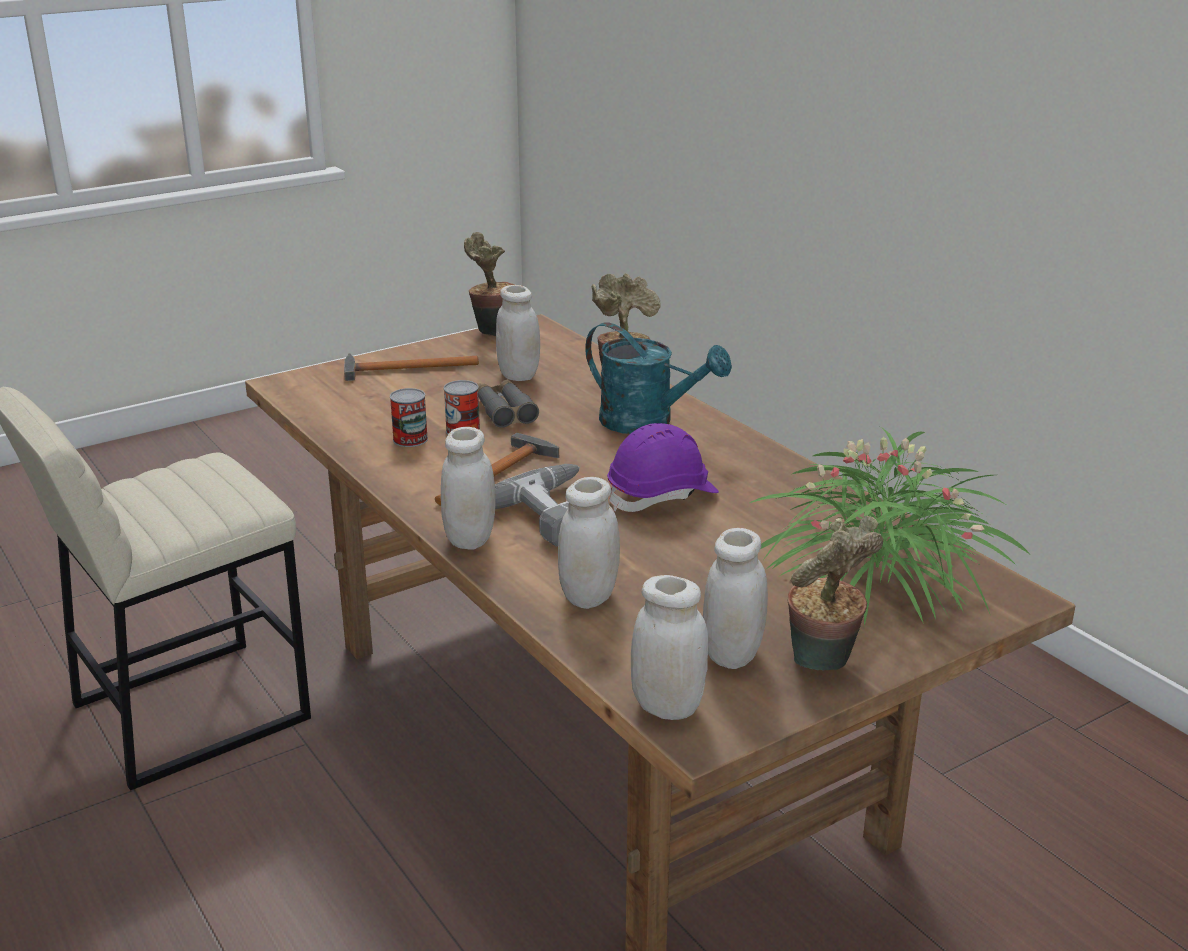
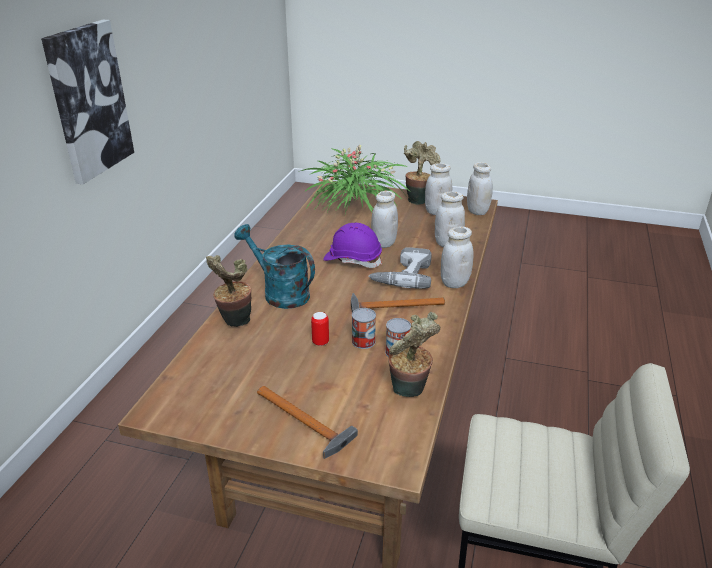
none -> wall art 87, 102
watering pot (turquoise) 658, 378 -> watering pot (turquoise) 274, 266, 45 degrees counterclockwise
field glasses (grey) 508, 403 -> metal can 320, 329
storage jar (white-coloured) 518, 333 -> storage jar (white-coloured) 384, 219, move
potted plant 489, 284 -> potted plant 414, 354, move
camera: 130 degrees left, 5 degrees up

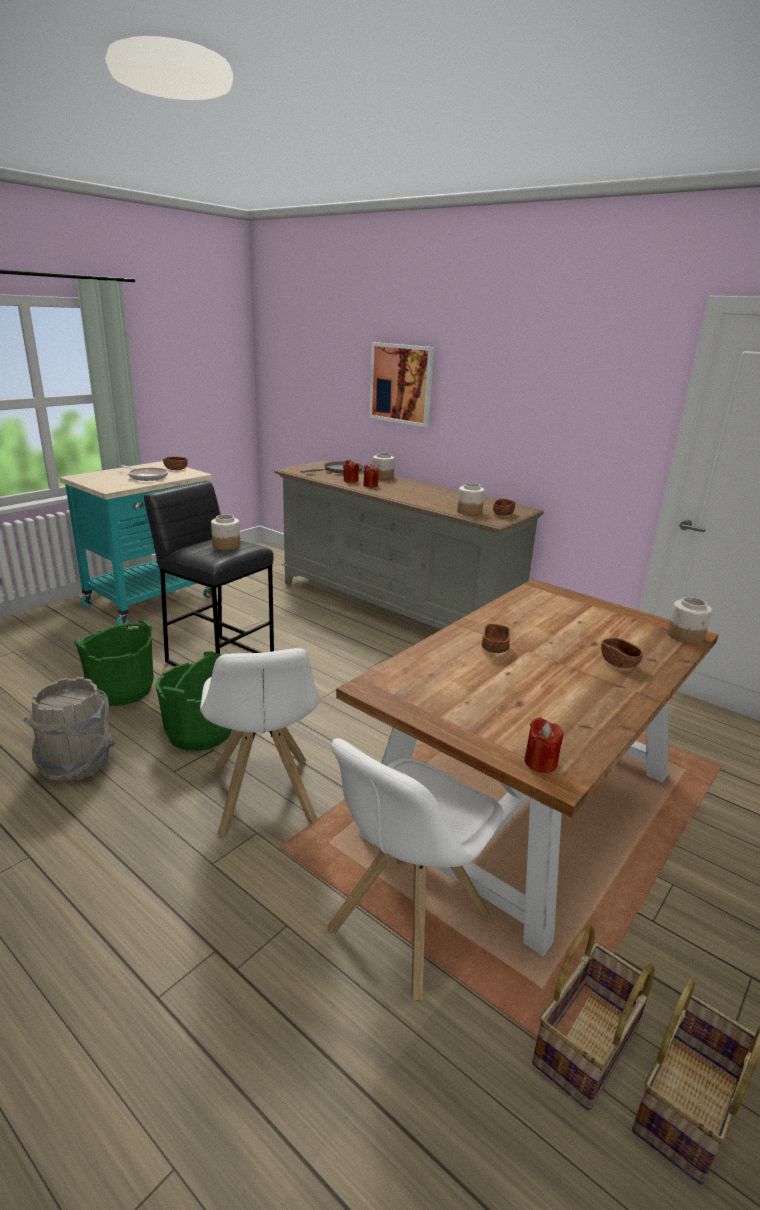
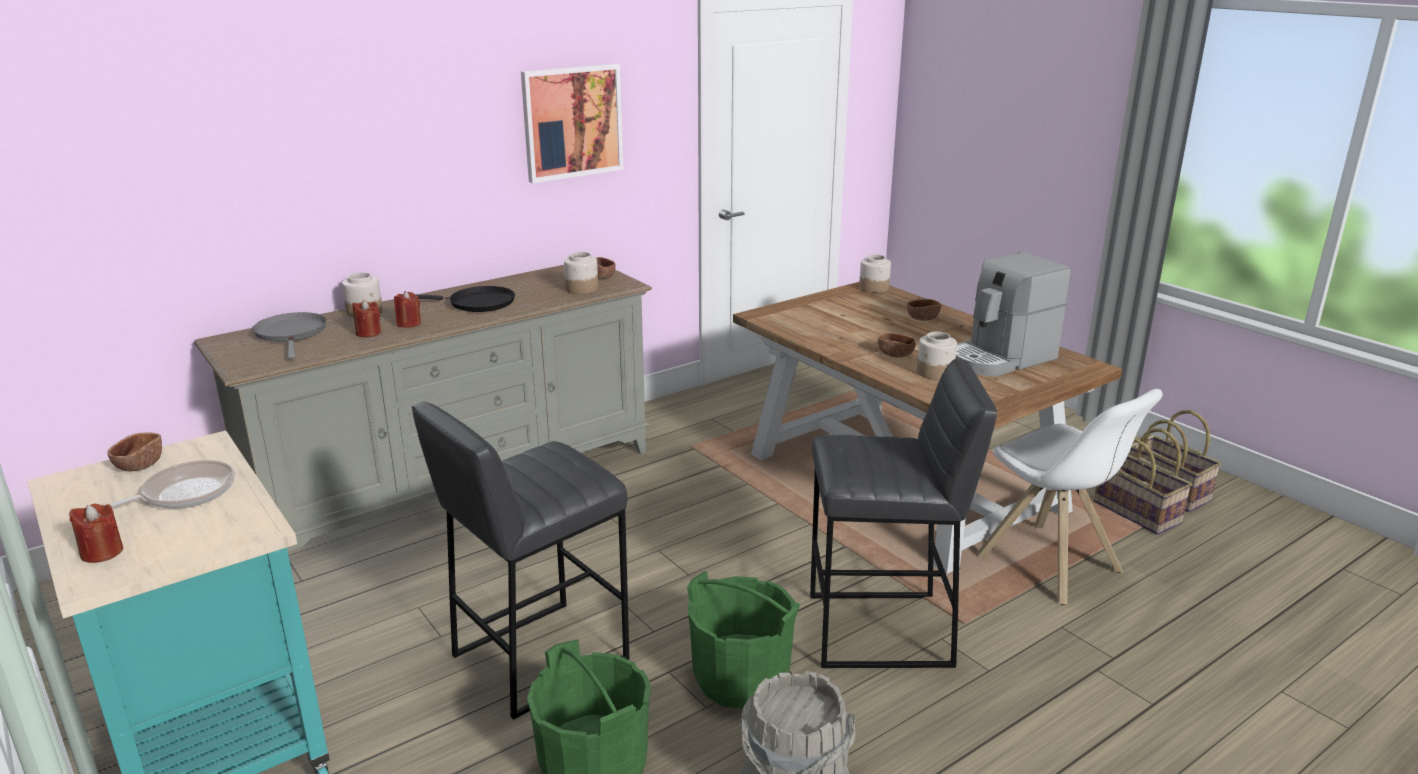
candle (red-coloured) 544, 745 -> candle (red-coloured) 96, 533, move
none -> skillet (blackish) 465, 299
wall art 401, 384 -> wall art 572, 123, move
upright chair (white-coloured) 260, 742 -> stool (grey) 903, 513
storage jar 225, 532 -> storage jar 937, 355, move
none -> coffee brewer 1013, 314
camera: 75 degrees left, 0 degrees up

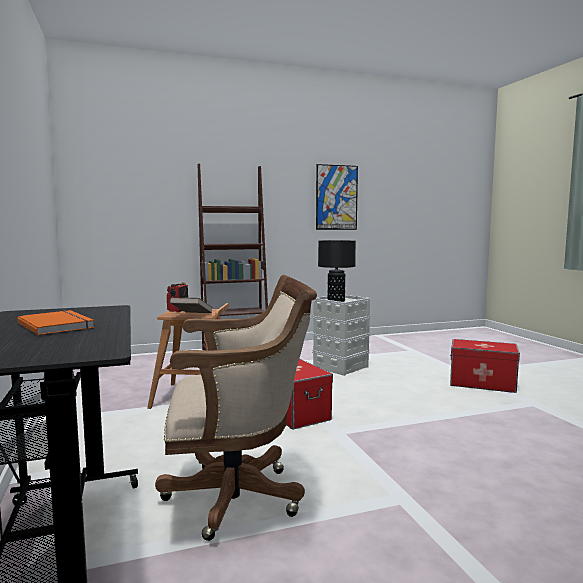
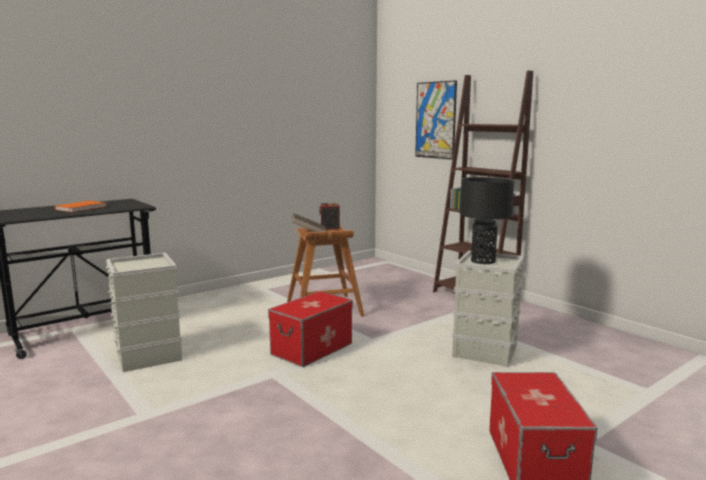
desk chair 236, 408 -> storage box (grey) 144, 312
wall art 337, 197 -> wall art 436, 120, move
camera: 70 degrees right, 5 degrees up

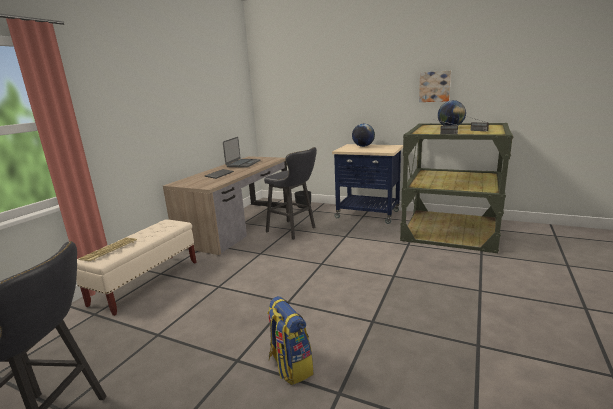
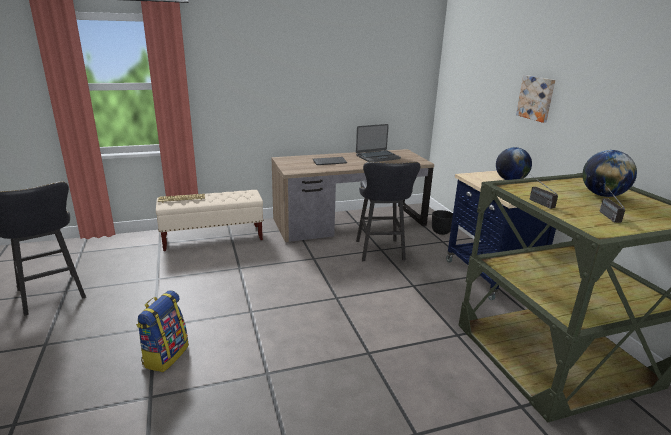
wall art 435, 86 -> wall art 535, 99, move
camera: 45 degrees right, 5 degrees up

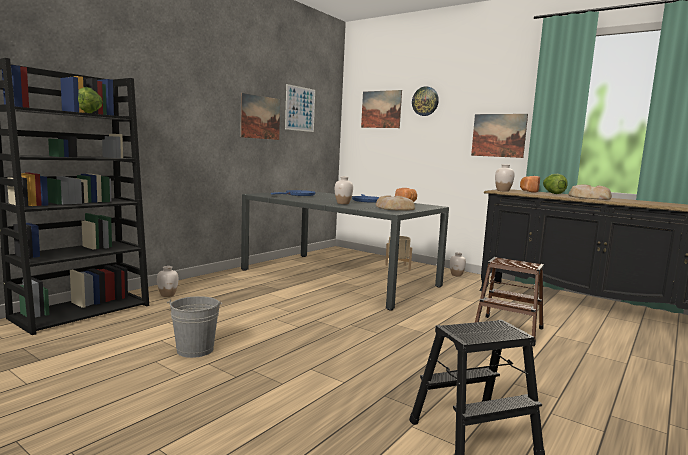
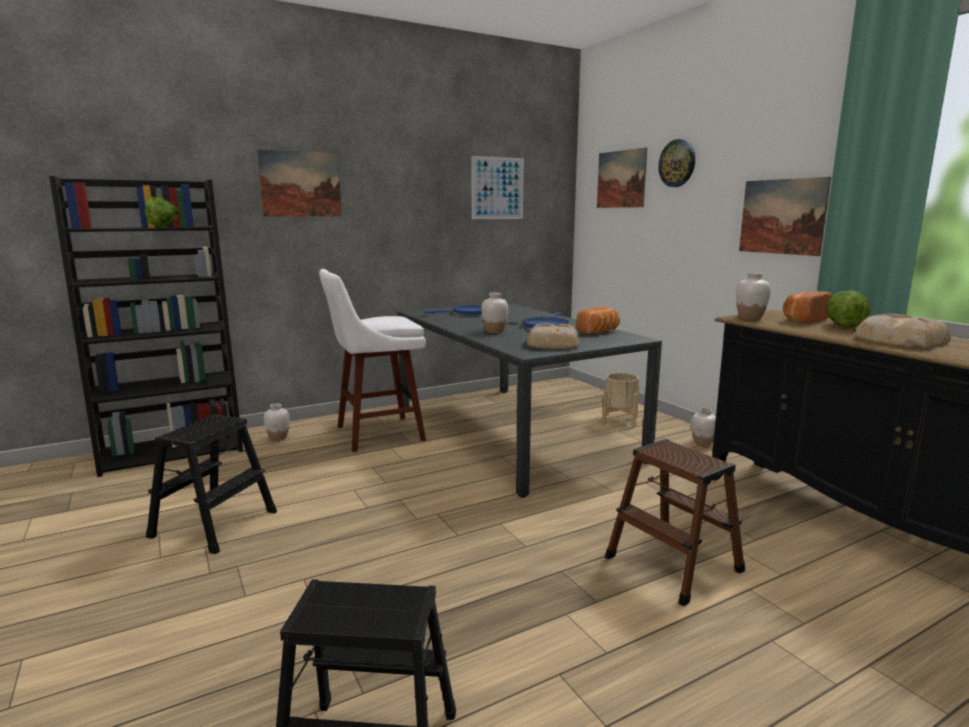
bucket (grey) 194, 327 -> step ladder (blackish) 211, 484
wall art 260, 116 -> wall art 299, 183, move
none -> stool (white-coloured) 372, 360
camera: 25 degrees right, 5 degrees up

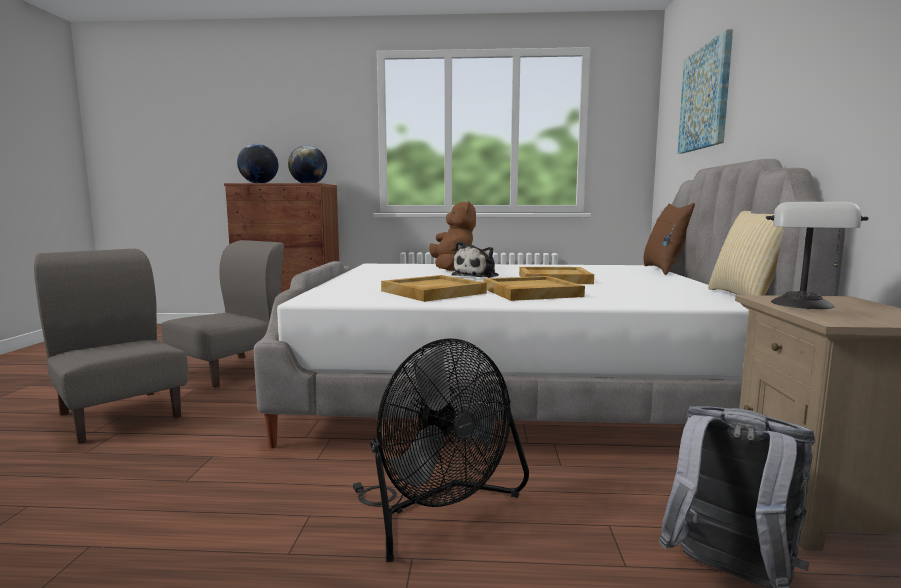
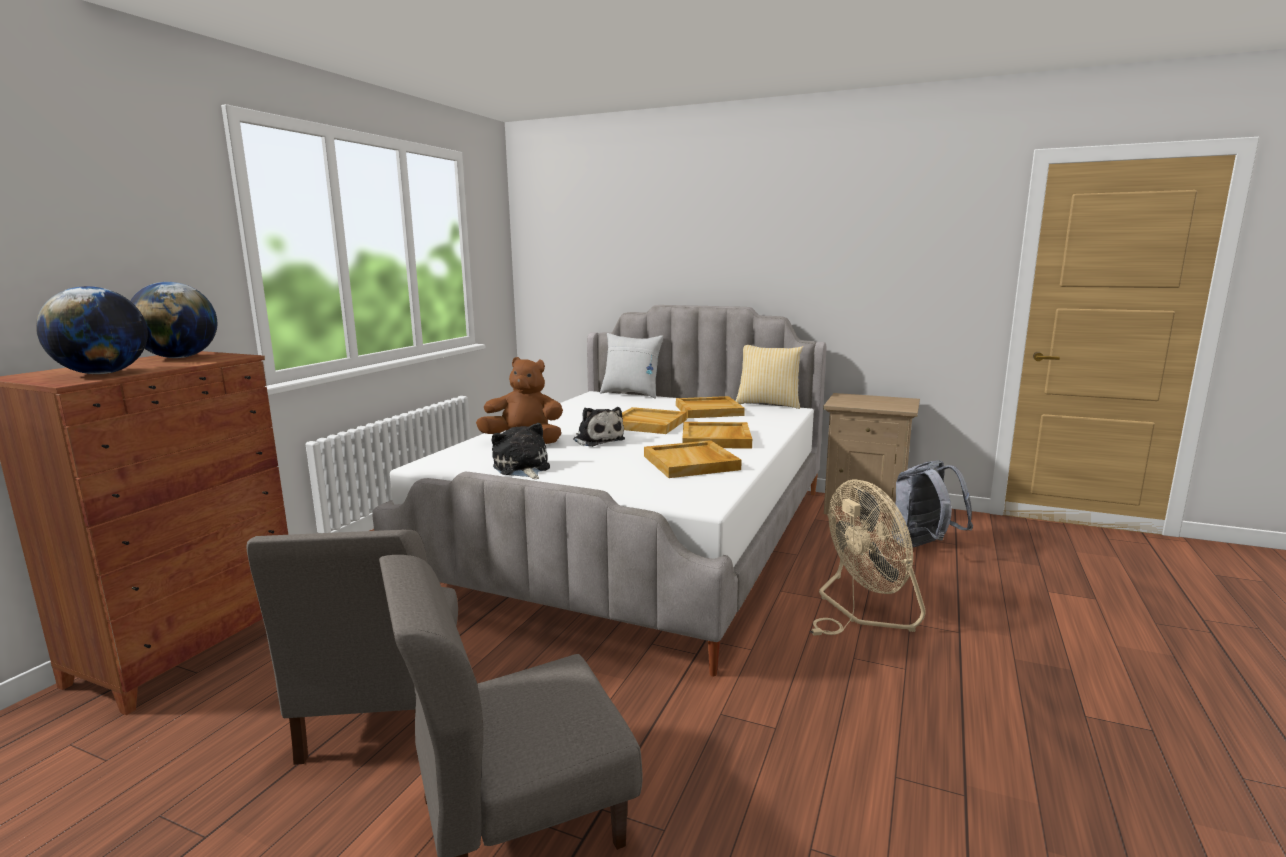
upright chair (grey) 223, 313 -> upright chair (grey) 352, 647, 150 degrees counterclockwise
none -> cuddly toy 521, 451
pillow (brown-coloured) 669, 239 -> pillow (grey) 631, 366
none -> carrying tray (beige-coloured) 710, 407
fan (blackish) 441, 450 -> fan (beige-coloured) 868, 557
wall art 705, 91 -> none
lamp for a table 817, 255 -> none
camera: 70 degrees left, 5 degrees up

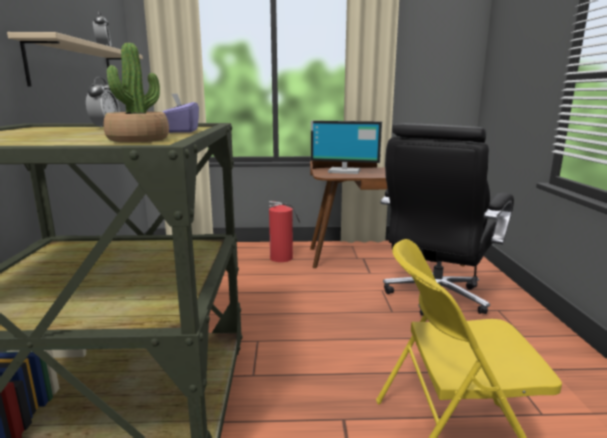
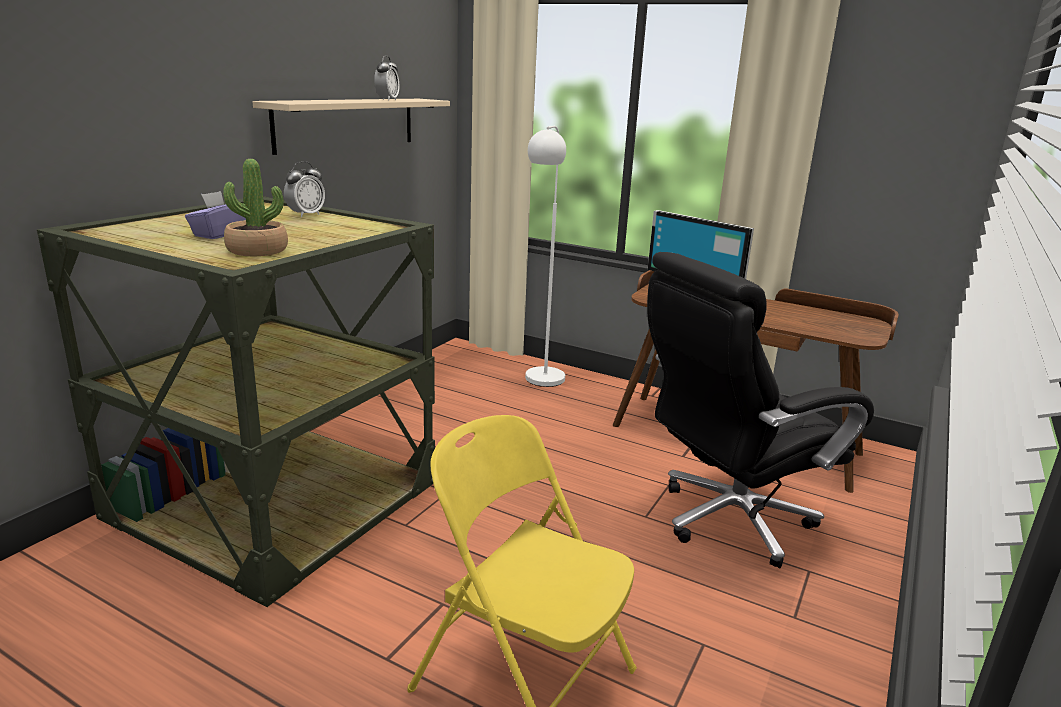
tissue holder (purplish) 181, 113 -> tissue holder (purplish) 215, 215, move
none -> standing lamp (white-coloured) 545, 256
extinguisher 284, 231 -> none
camera: 30 degrees right, 5 degrees up

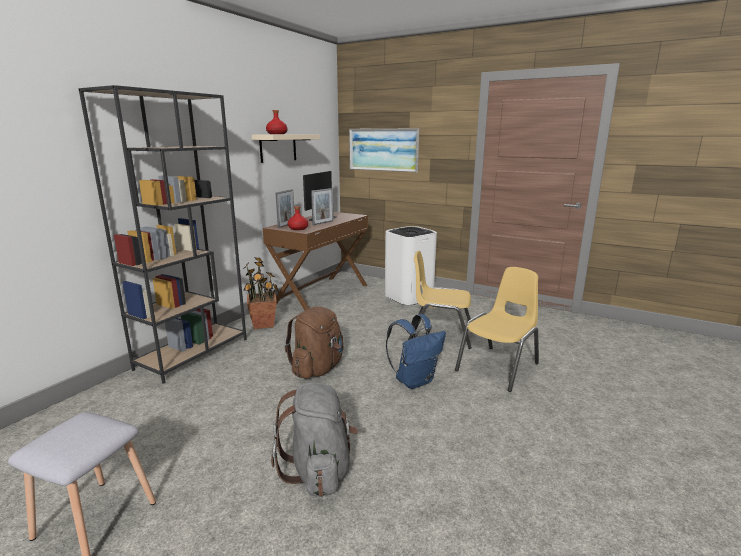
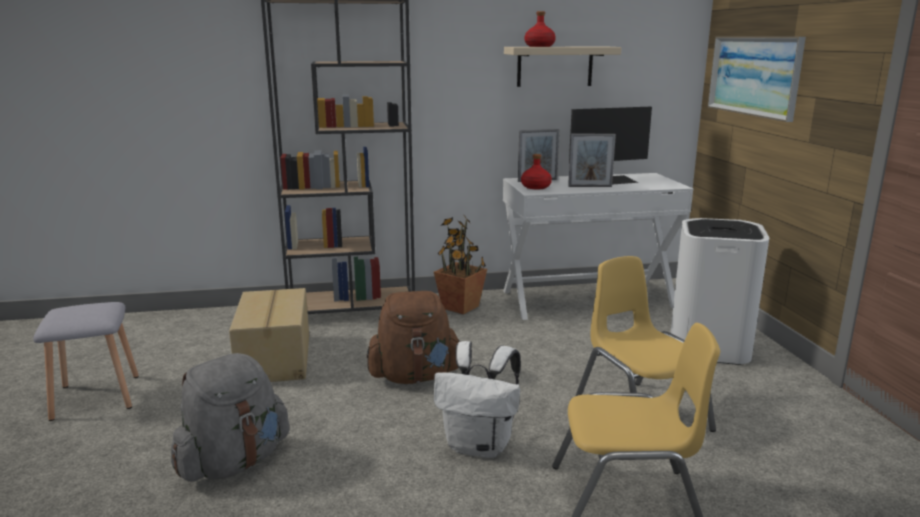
none -> carton 269, 335
knapsack (blue-coloured) 416, 351 -> knapsack (white-coloured) 477, 399
console table (brown-coloured) 315, 261 -> console table (white-coloured) 598, 246
camera: 50 degrees right, 0 degrees up

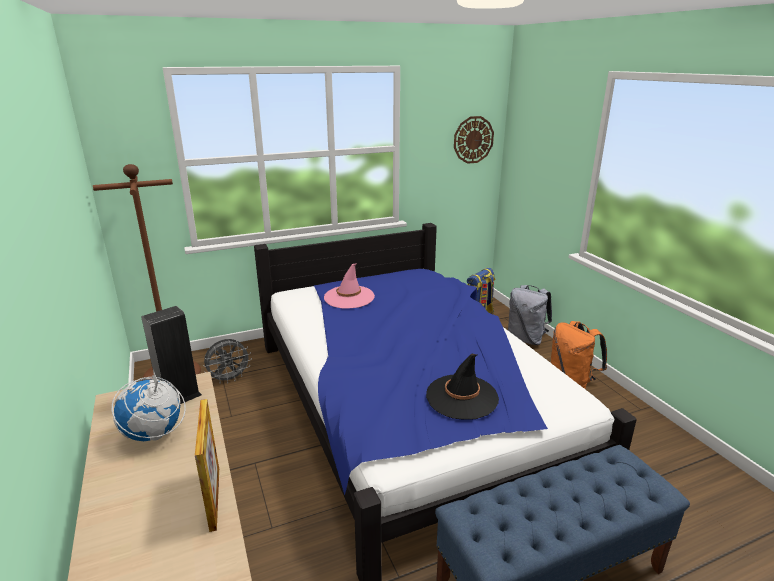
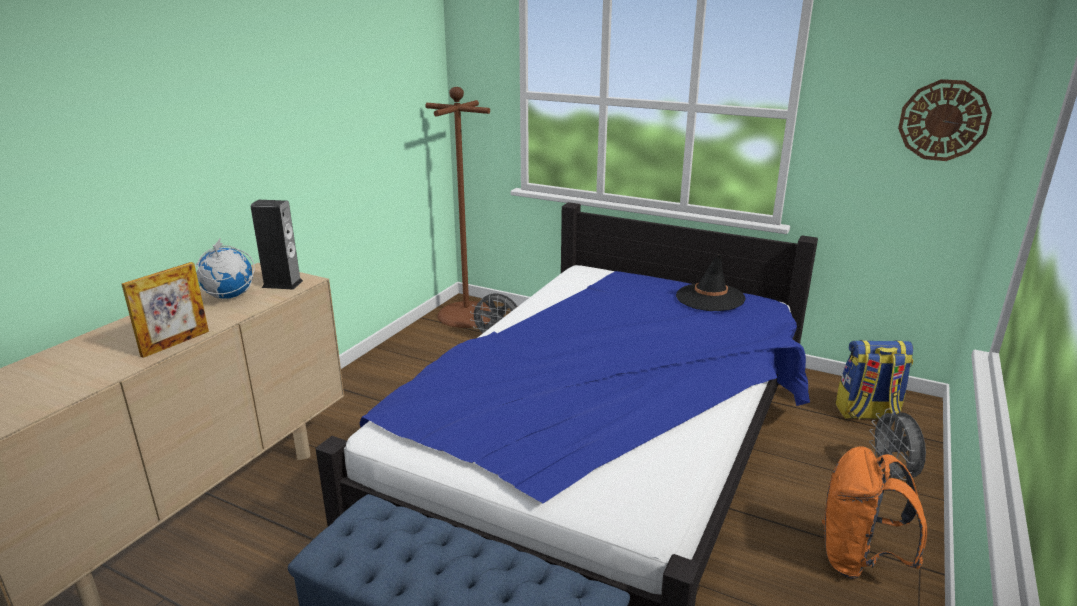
hat (blackish) 462, 387 -> hat (blackish) 711, 283, move
knapsack (grey) 530, 315 -> fan (grey) 897, 444
hat (pinkish) 349, 286 -> none
camera: 50 degrees right, 0 degrees up

